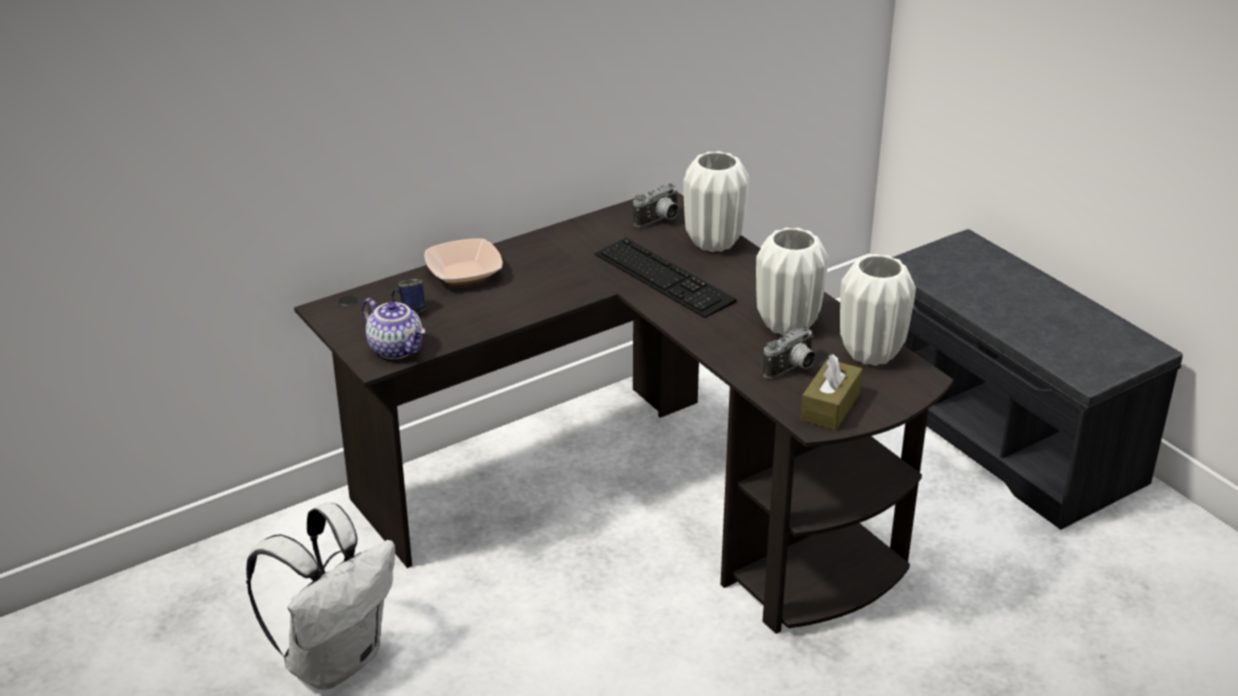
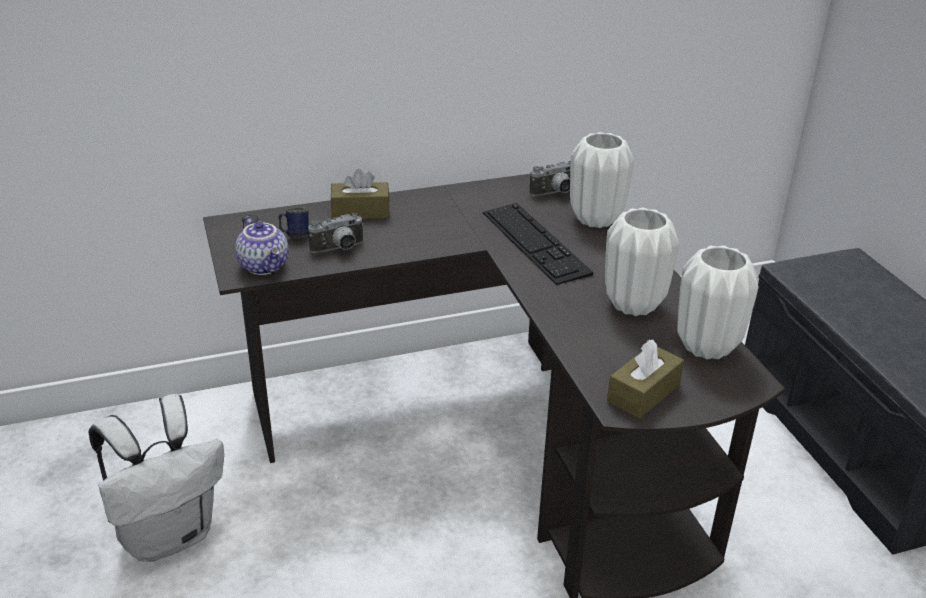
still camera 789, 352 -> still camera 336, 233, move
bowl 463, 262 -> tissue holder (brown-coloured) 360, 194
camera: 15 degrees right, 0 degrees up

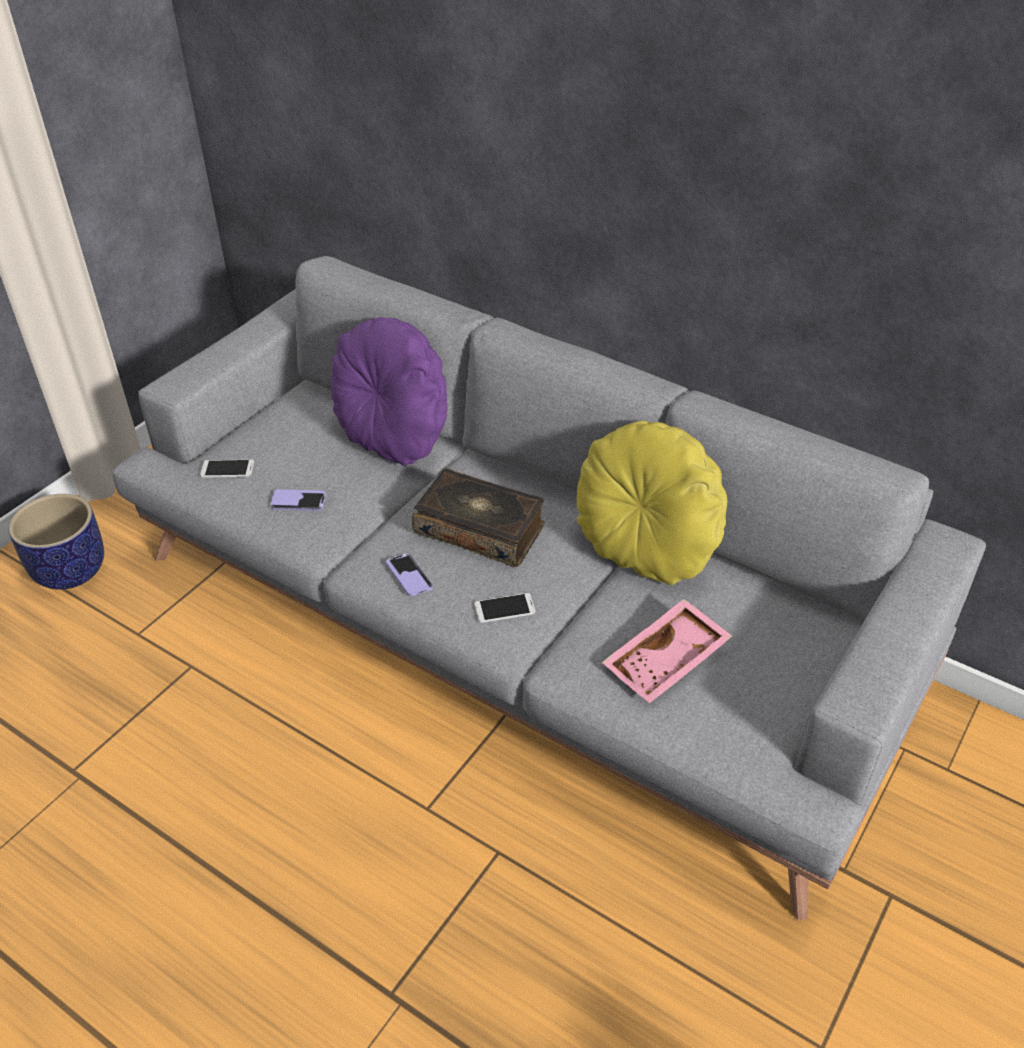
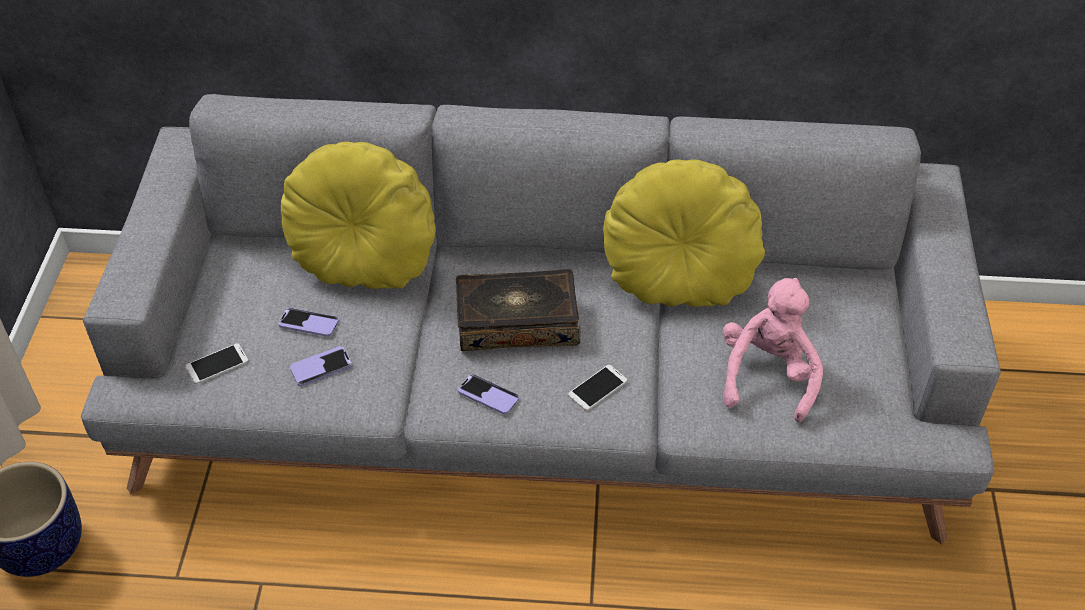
none -> handset 308, 322
pillow (purplish) 389, 391 -> pillow (yellow) 358, 215
carrying tray (pinkish) 667, 651 -> cuddly toy (pinkish) 773, 350
camera: 30 degrees left, 5 degrees up

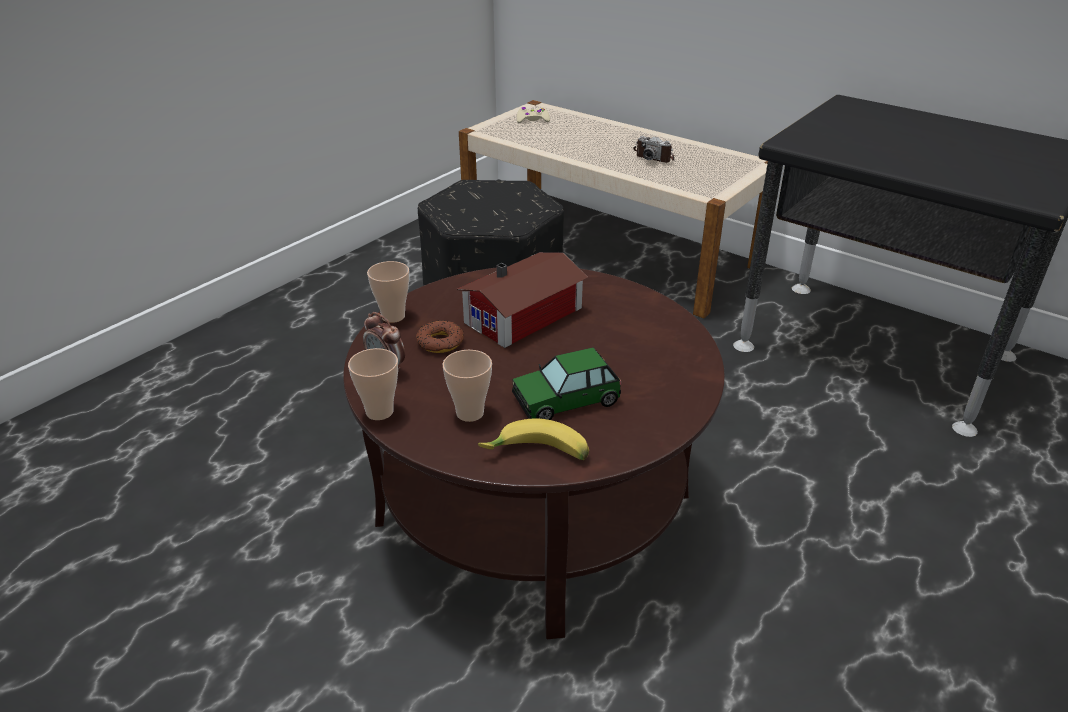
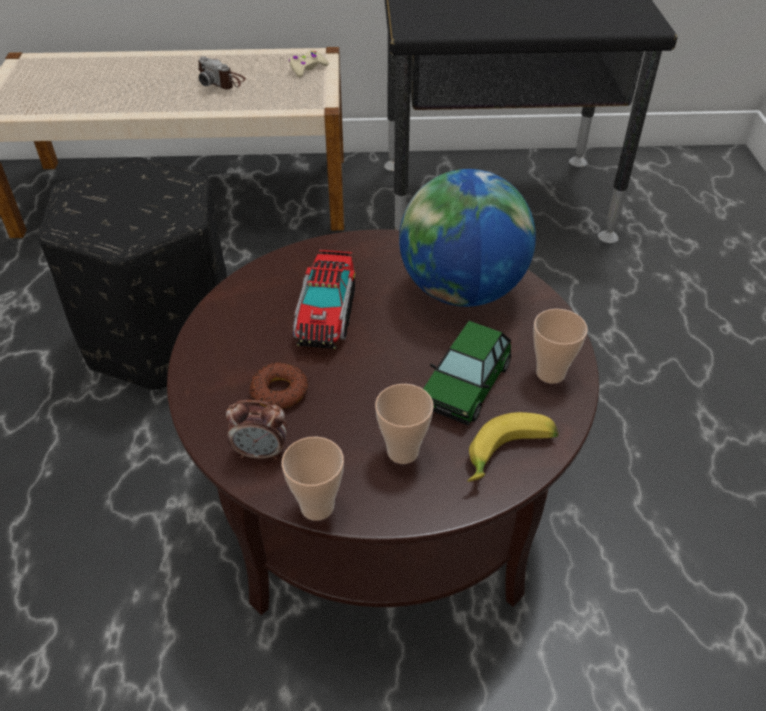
still camera 654, 149 -> still camera 222, 73, 45 degrees clockwise
game controller (beige-coloured) 533, 115 -> game controller (beige-coloured) 309, 63, move
miniature house 522, 300 -> toy truck 324, 299
none -> world globe 467, 238
cup 388, 292 -> cup 560, 346, move
camera: 40 degrees left, 10 degrees up

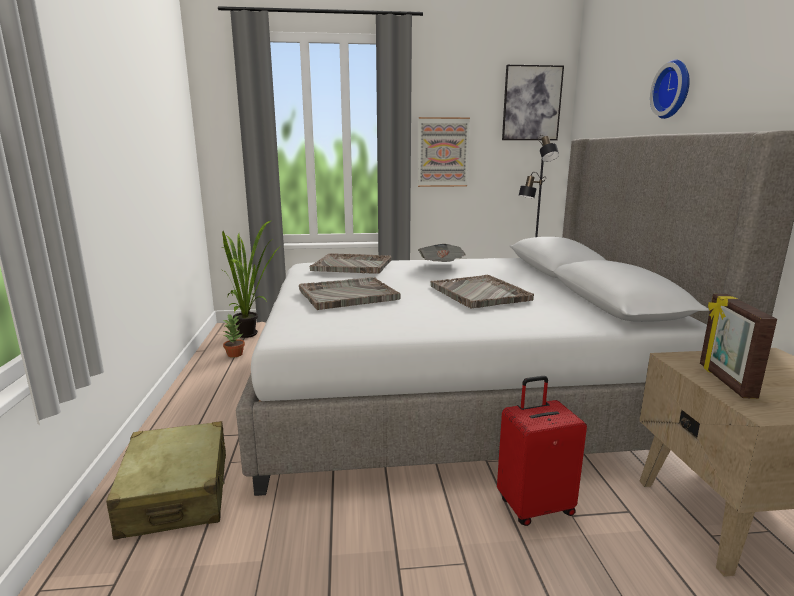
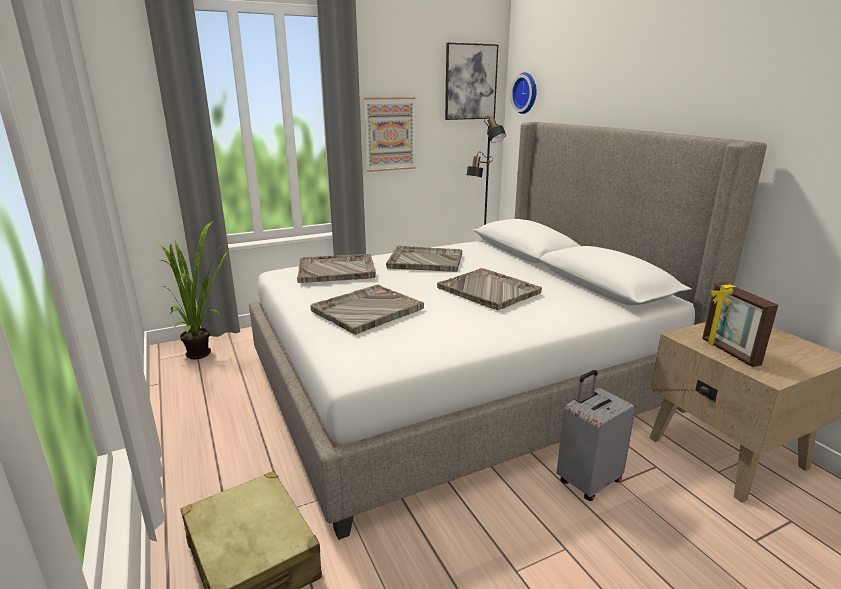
printed paper 442, 253 -> carrying tray (grey) 424, 259
clock on the wall 670, 89 -> clock on the wall 523, 93, move
travel case (red-coloured) 542, 451 -> travel case (grey) 596, 435
potted plant 233, 335 -> none
camera: 20 degrees left, 5 degrees up

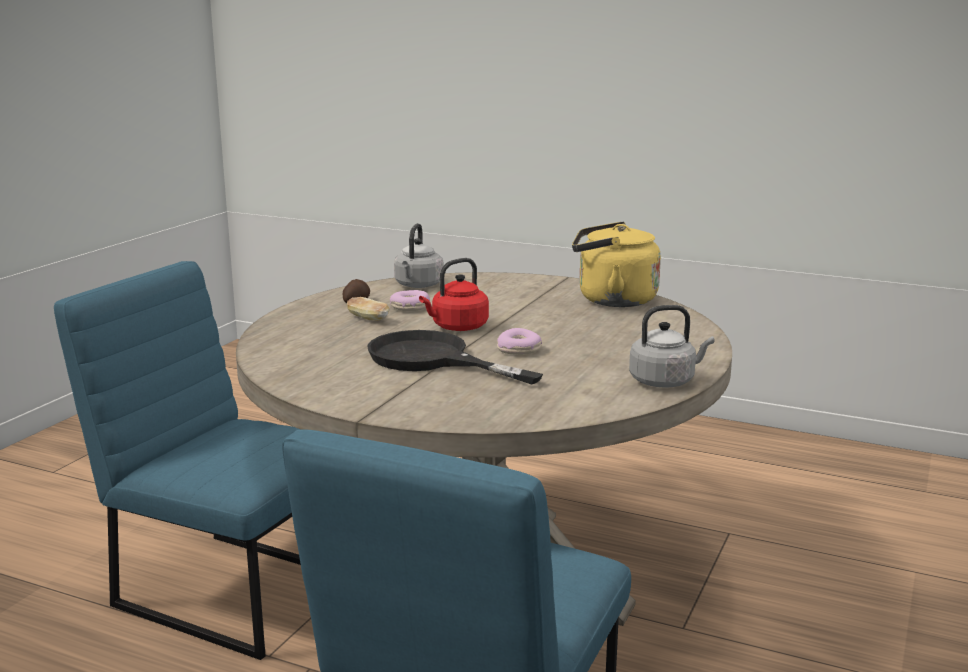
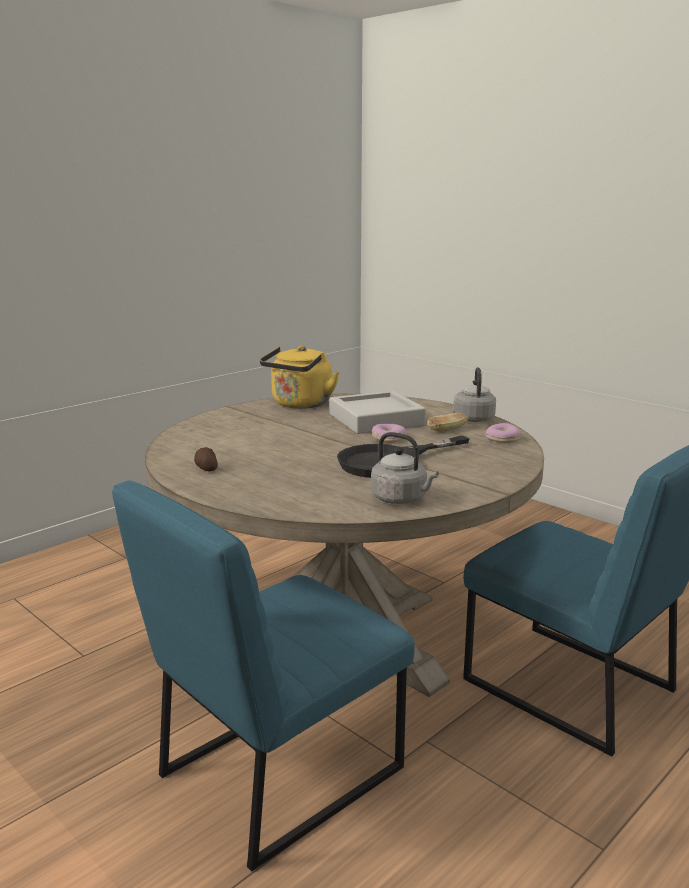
none -> carrying tray (grey) 377, 412
tea kettle (grey) 418, 255 -> tea kettle (grey) 405, 468, move
baked bread 367, 308 -> baked bread 447, 422, move
doughnut 410, 300 -> doughnut 503, 433, move
tea kettle (red-coloured) 454, 294 -> none
camera: 70 degrees left, 0 degrees up

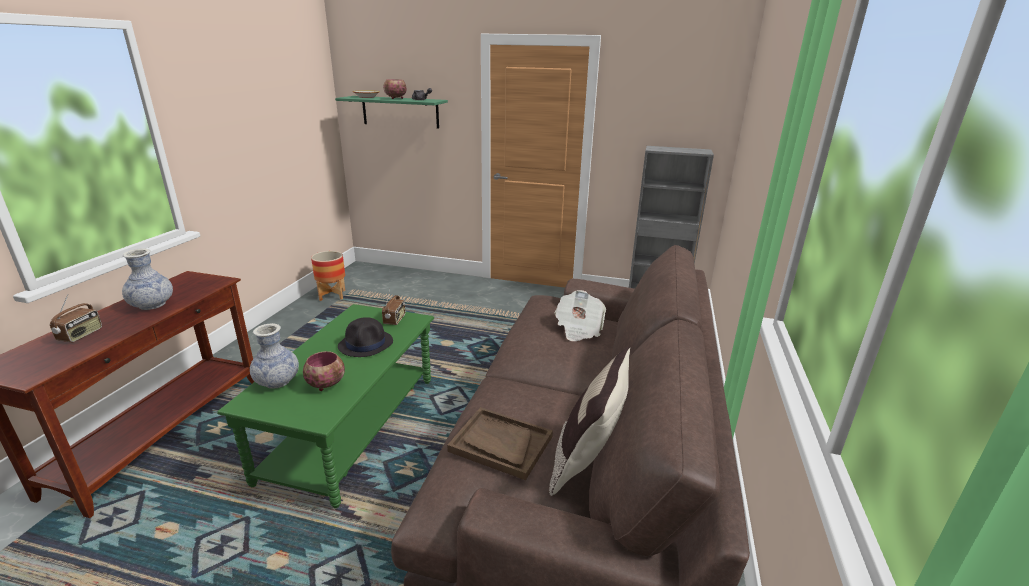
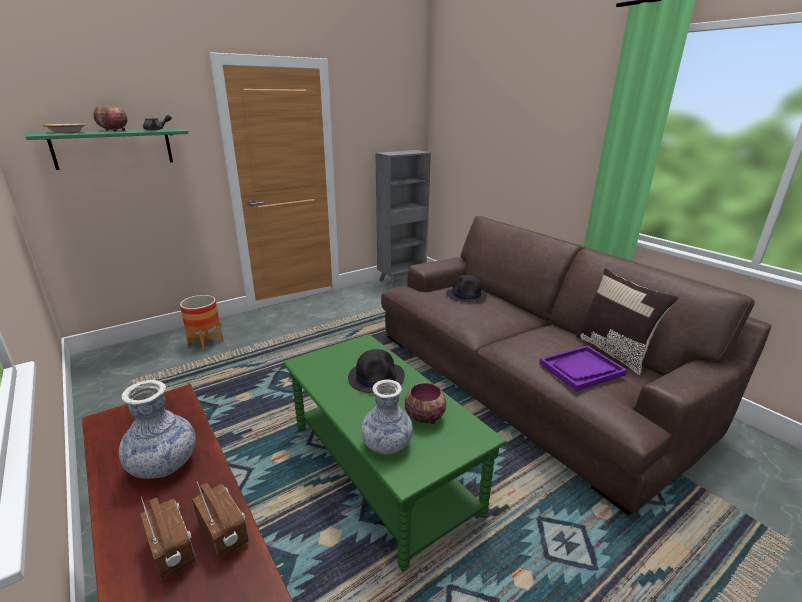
flower pot 328, 276 -> flower pot 202, 323, move
radio set 393, 306 -> radio set 220, 520, move
printed paper 580, 315 -> hat (blackish) 466, 288
carrying tray (brown-coloured) 500, 443 -> carrying tray (purplish) 583, 368
camera: 50 degrees left, 0 degrees up

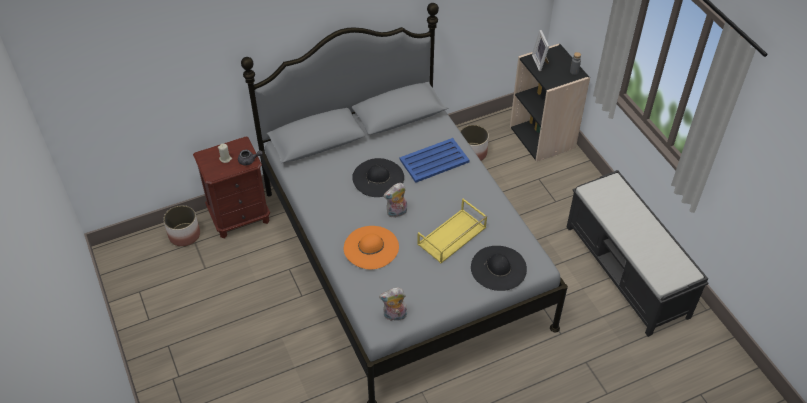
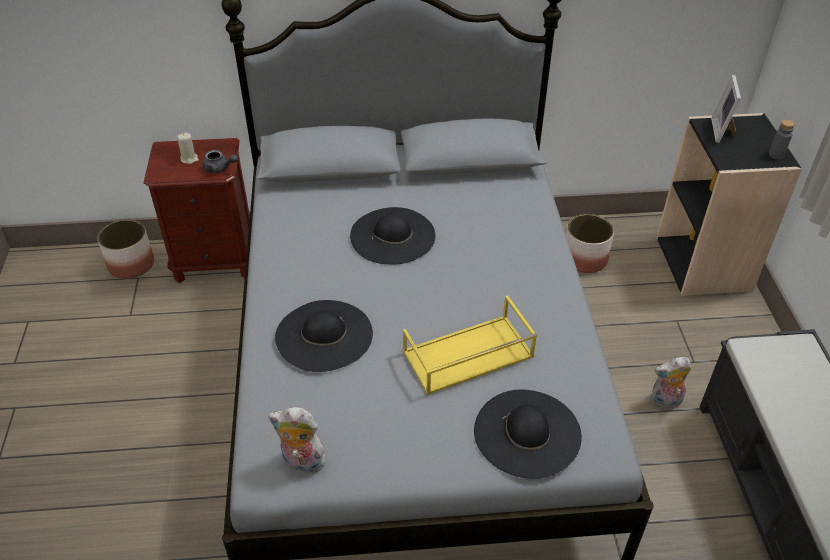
hat (orange-coloured) 371, 247 -> hat (blackish) 324, 336
cuddly toy 395, 200 -> cuddly toy 671, 382, move
carrying tray (blue-coloured) 435, 160 -> none
camera: 20 degrees right, 5 degrees down

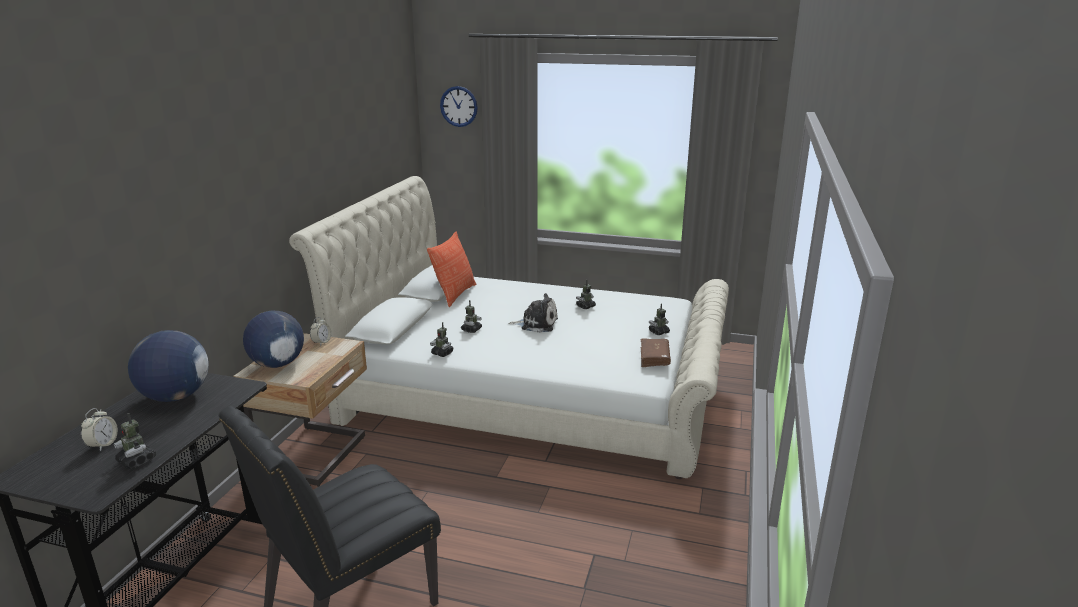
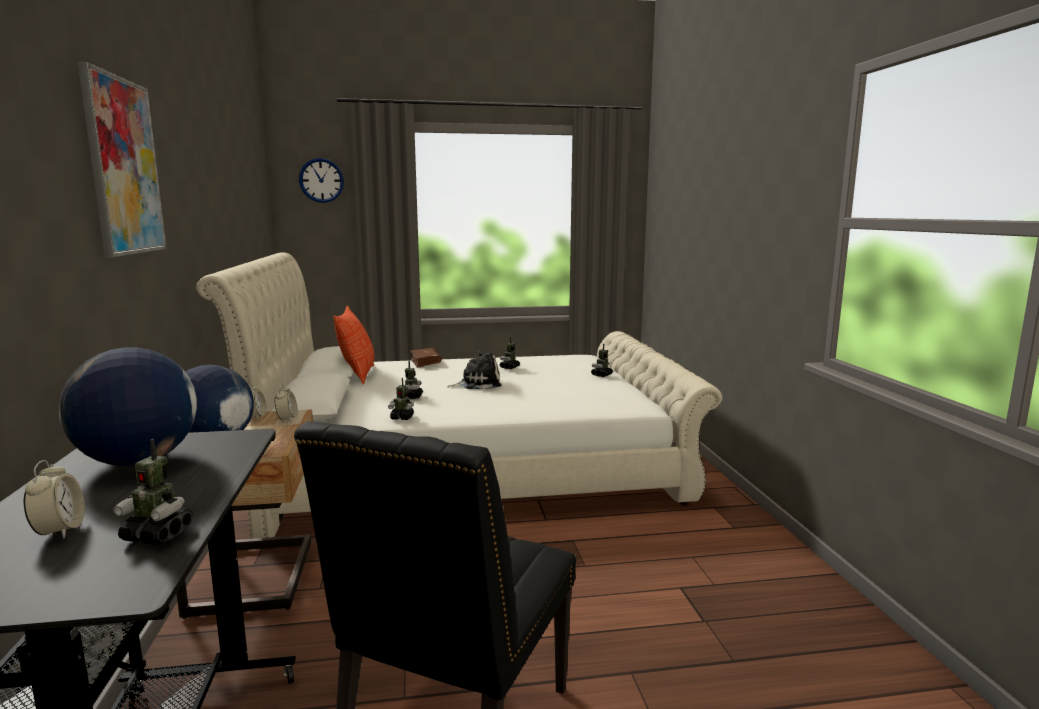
none -> wall art 122, 159
none -> bedside clock 286, 403
volume (brown-coloured) 656, 353 -> volume (brown-coloured) 425, 358, move
camera: 25 degrees left, 10 degrees down

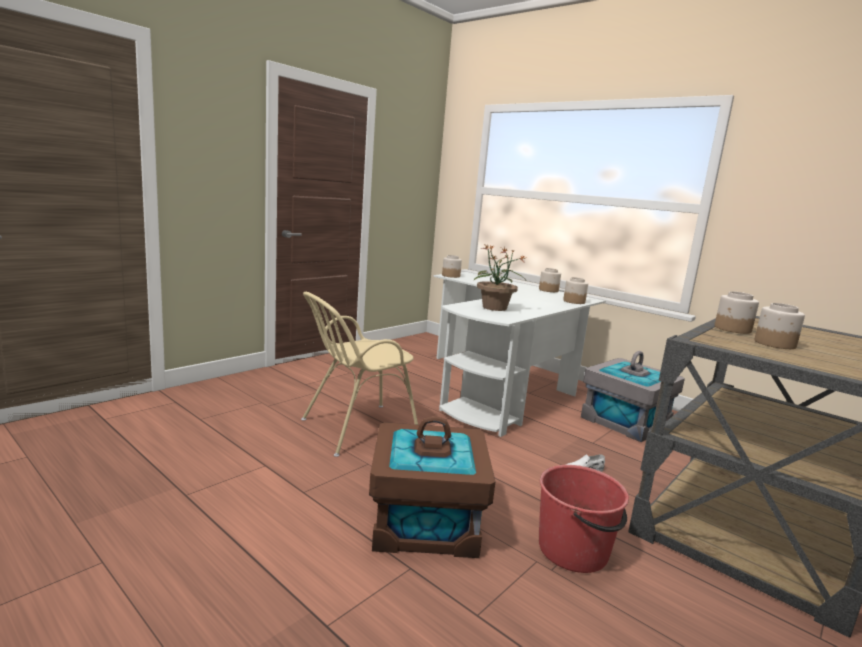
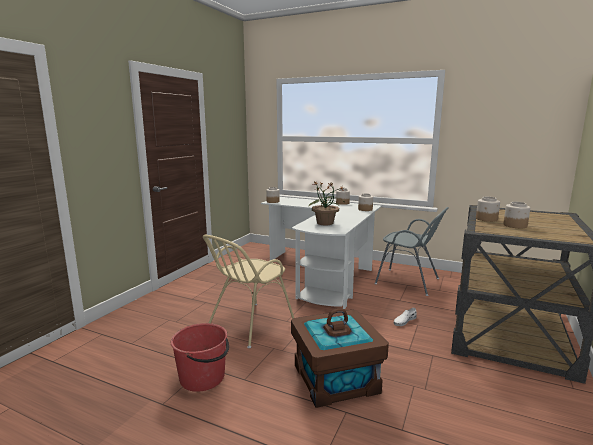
bucket (red-coloured) 584, 519 -> bucket (red-coloured) 200, 357, move
storage box (grey) 633, 396 -> upright chair (grey) 411, 251
camera: 15 degrees left, 0 degrees up

